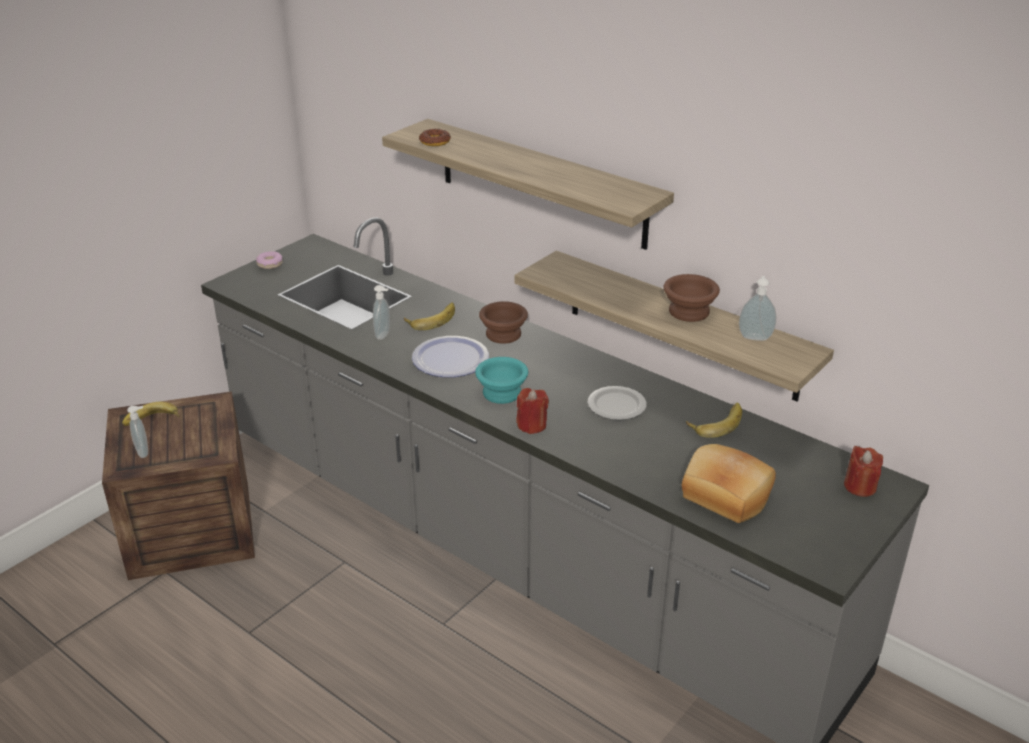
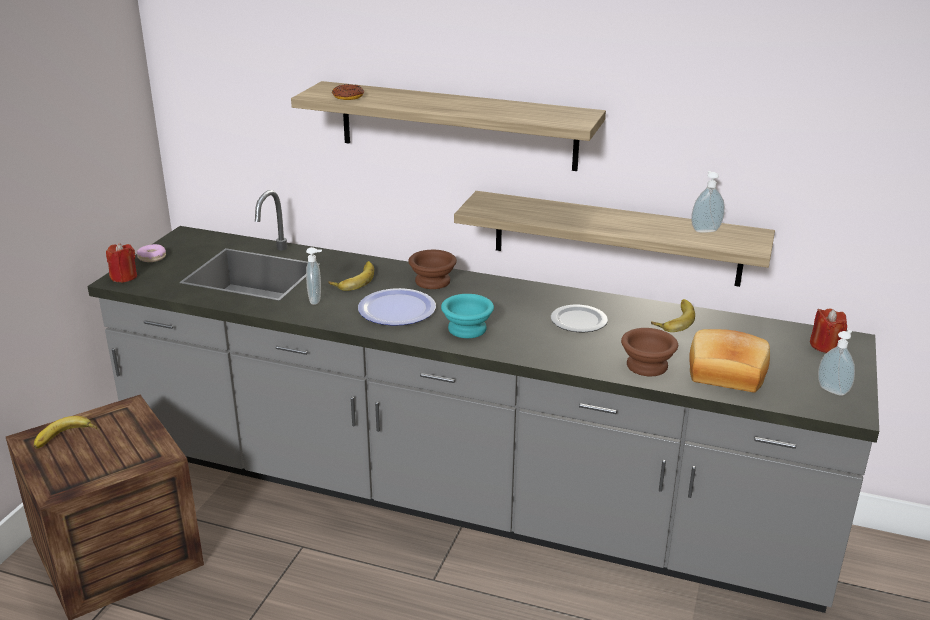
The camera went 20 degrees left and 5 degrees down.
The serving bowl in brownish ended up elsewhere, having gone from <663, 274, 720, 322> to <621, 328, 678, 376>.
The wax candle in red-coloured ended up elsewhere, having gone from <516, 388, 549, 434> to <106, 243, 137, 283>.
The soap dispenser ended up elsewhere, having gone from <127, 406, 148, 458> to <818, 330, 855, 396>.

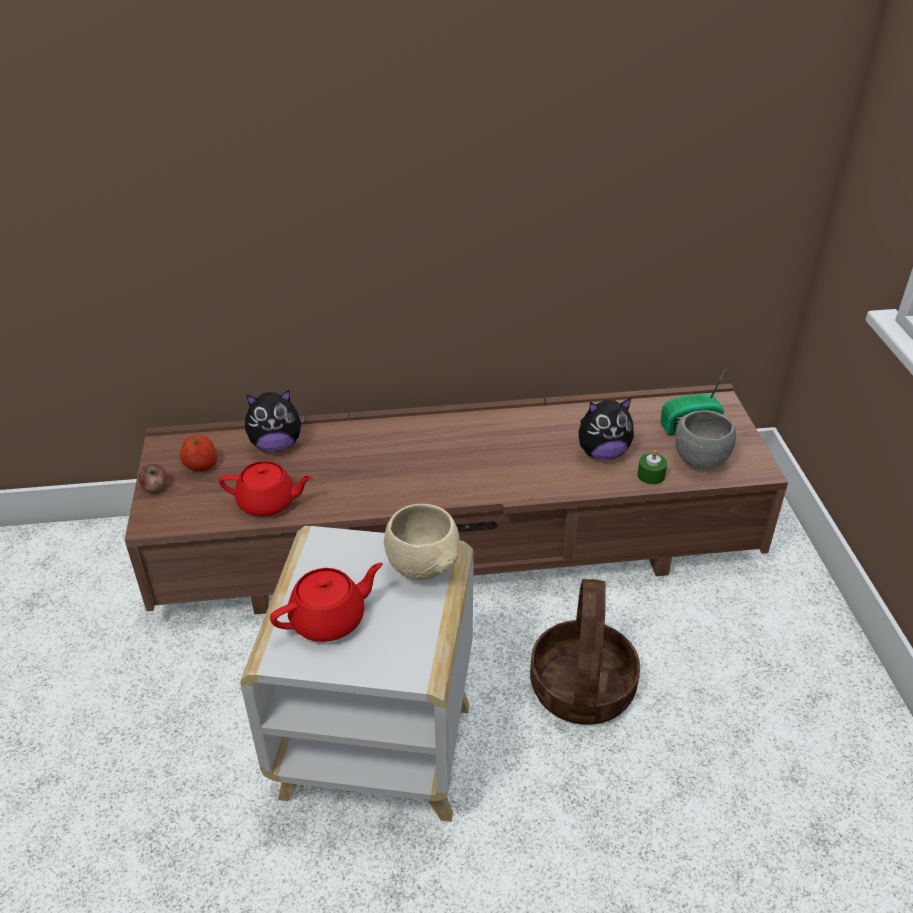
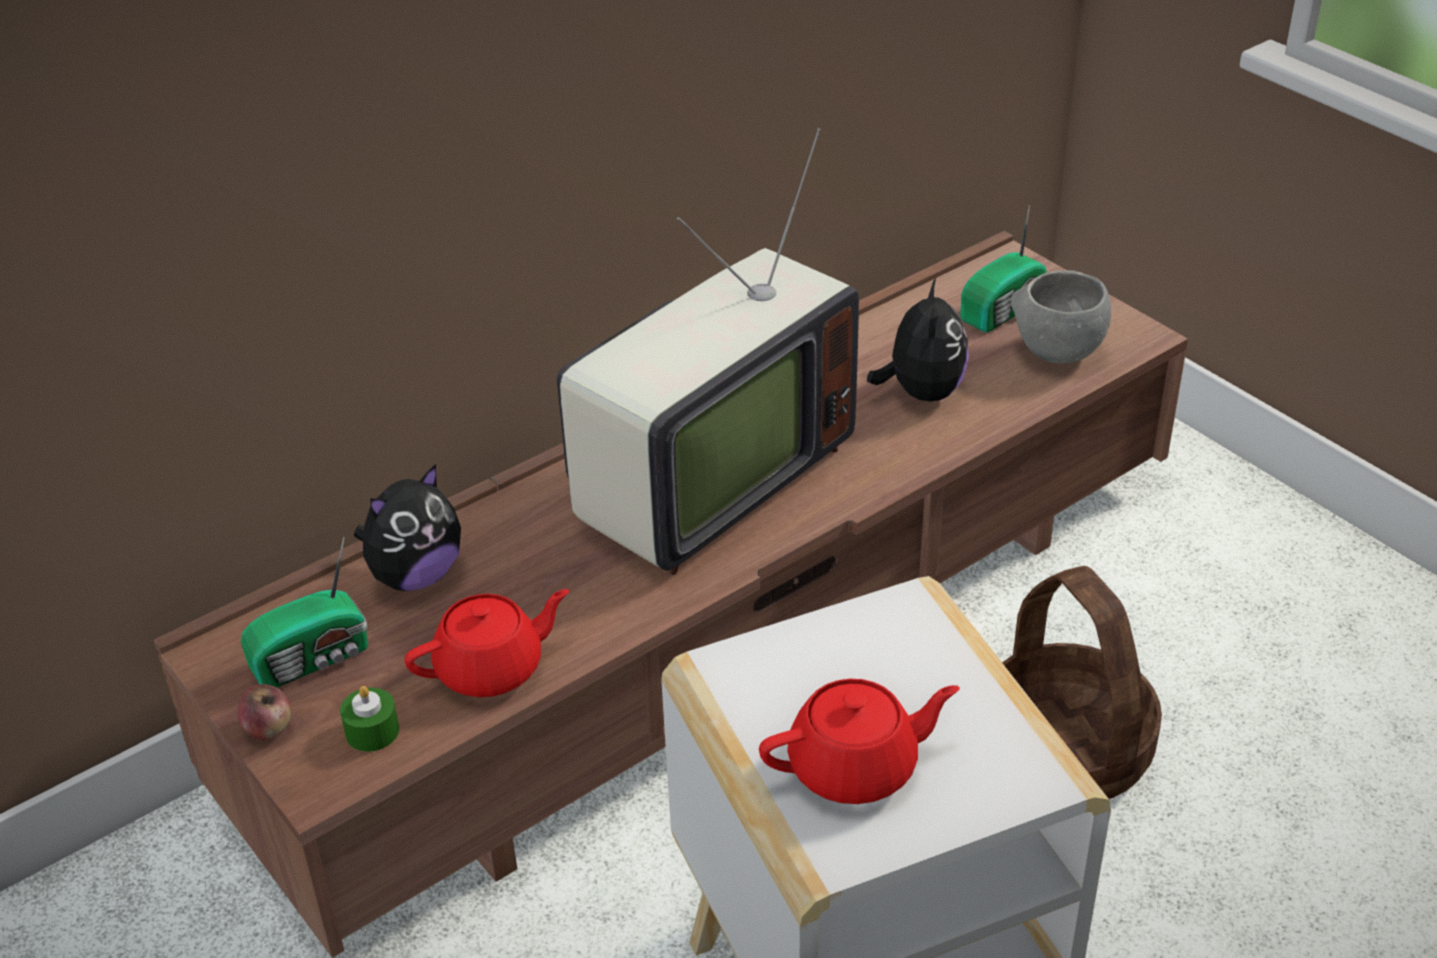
The camera went 30 degrees left and 0 degrees up.
The soft toy at <579, 398, 634, 460> ended up facing another way, 45 degrees counterclockwise from before.
Where the apple fruit stood at <180, 435, 217, 472>, the radio set came to stand at <241, 537, 368, 687>.
The wax candle in greenish ended up elsewhere, having gone from <637, 450, 667, 485> to <340, 686, 399, 752>.
The second view lost the serving bowl in sand-coloured at <384, 504, 460, 580>.
The teapot in red-coloured at <270, 563, 383, 642> ended up facing another way, 45 degrees clockwise from before.
The second view gained the TV set at <557, 128, 859, 575>.

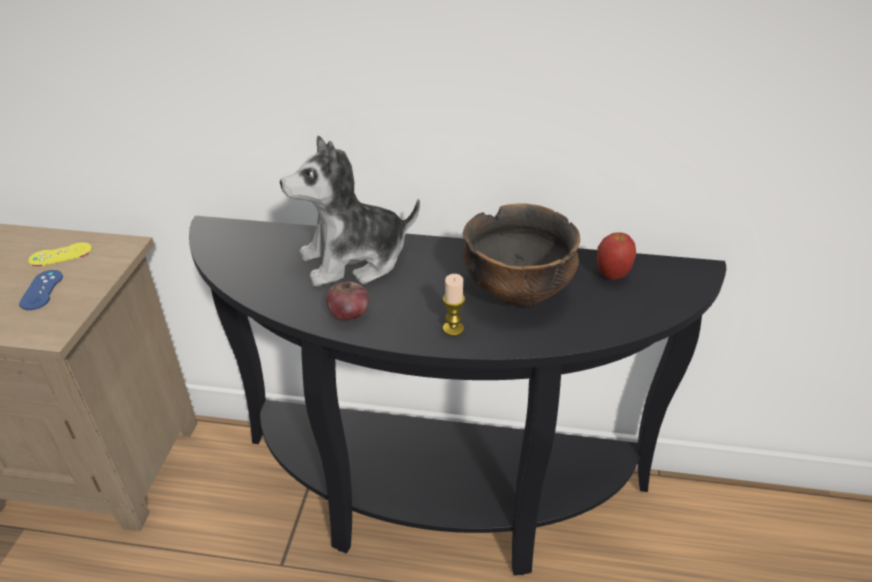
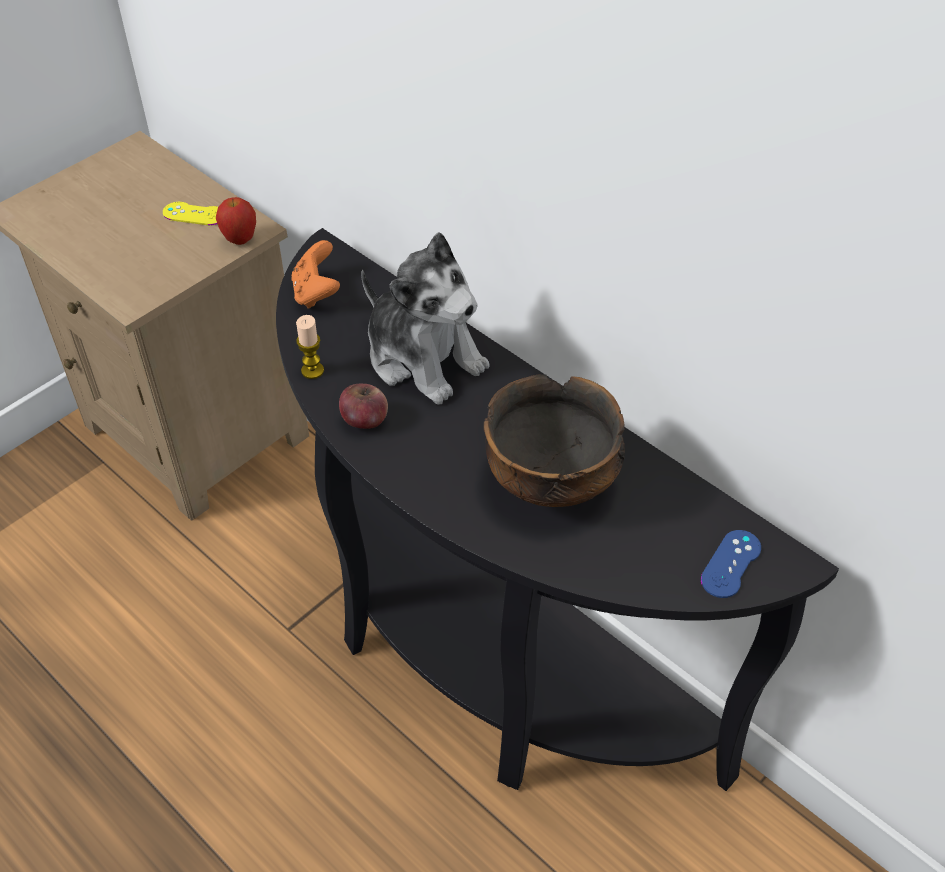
The camera went 35 degrees right and 10 degrees up.
The soft toy at <280, 135, 420, 287> ended up facing another way, 150 degrees counterclockwise from before.
The apple fruit ended up elsewhere, having gone from <597, 233, 636, 280> to <216, 197, 256, 245>.
The game controller in blue ended up elsewhere, having gone from <19, 270, 63, 310> to <701, 530, 761, 598>.
The wax candle ended up elsewhere, having gone from <443, 274, 465, 336> to <296, 315, 324, 379>.
The second view gained the game controller in orangey at <292, 240, 340, 309>.

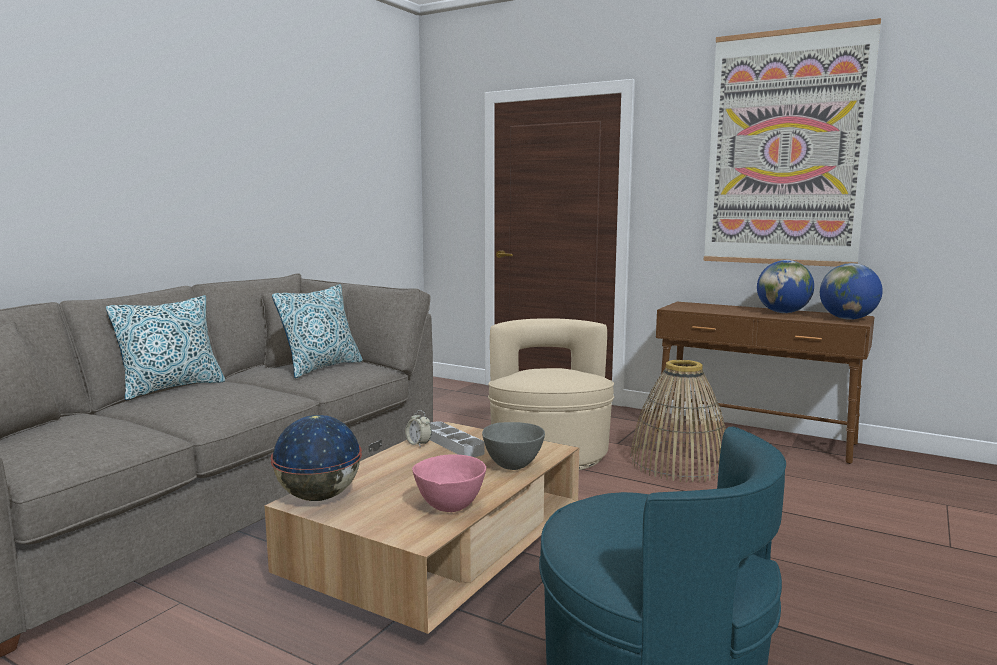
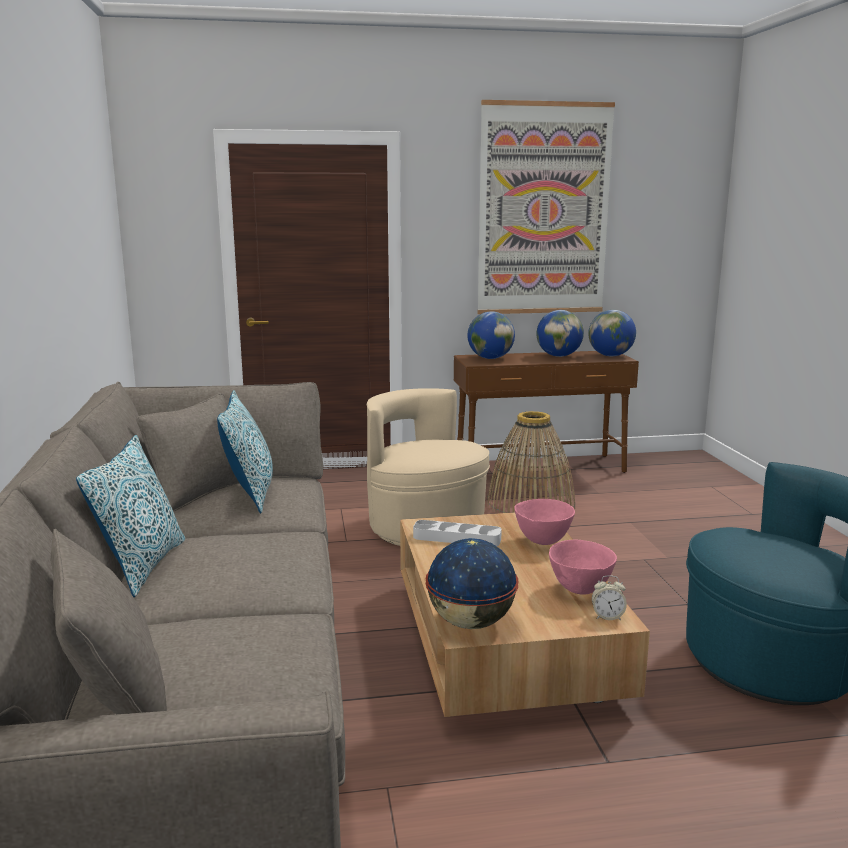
The camera went 40 degrees left and 5 degrees up.
The table clock ended up elsewhere, having gone from <405, 410, 432, 448> to <592, 575, 627, 620>.
What was the serving bowl in greyish at <482, 422, 545, 470> turned into the serving bowl in pinkish at <514, 499, 575, 545>.
The second view gained the globe at <468, 311, 515, 359>.

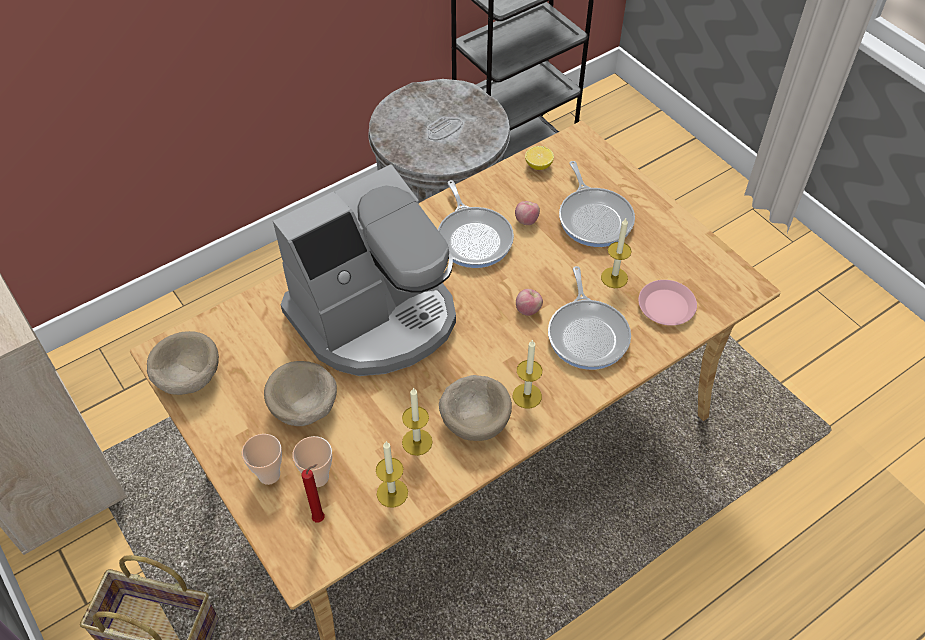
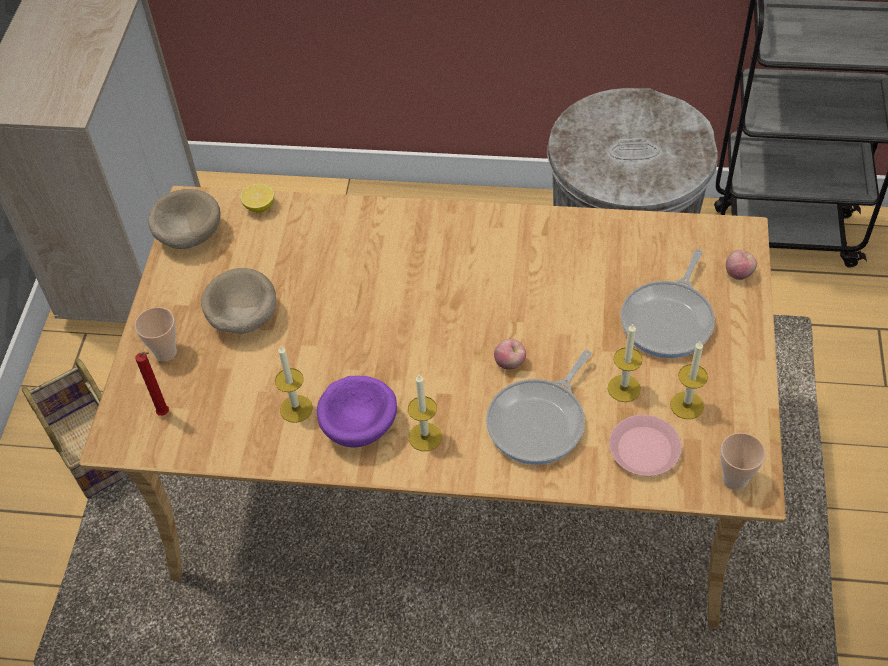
The camera went 45 degrees right and 0 degrees up.
The whole lemon ended up elsewhere, having gone from <525, 146, 554, 170> to <240, 183, 274, 213>.
The second view lost the coffee machine at <273, 164, 456, 376>.
The second view lost the frying pan at <438, 180, 514, 268>.
The apple fruit ended up elsewhere, having gone from <515, 201, 540, 225> to <726, 250, 757, 280>.
What was the serving bowl in sand-coloured at <439, 375, 512, 441> turned into the serving bowl in purple-coloured at <317, 376, 397, 448>.
The small cup ended up elsewhere, having gone from <292, 436, 332, 487> to <720, 433, 766, 490>.
The wax candle ended up elsewhere, having gone from <376, 442, 408, 508> to <670, 340, 708, 419>.

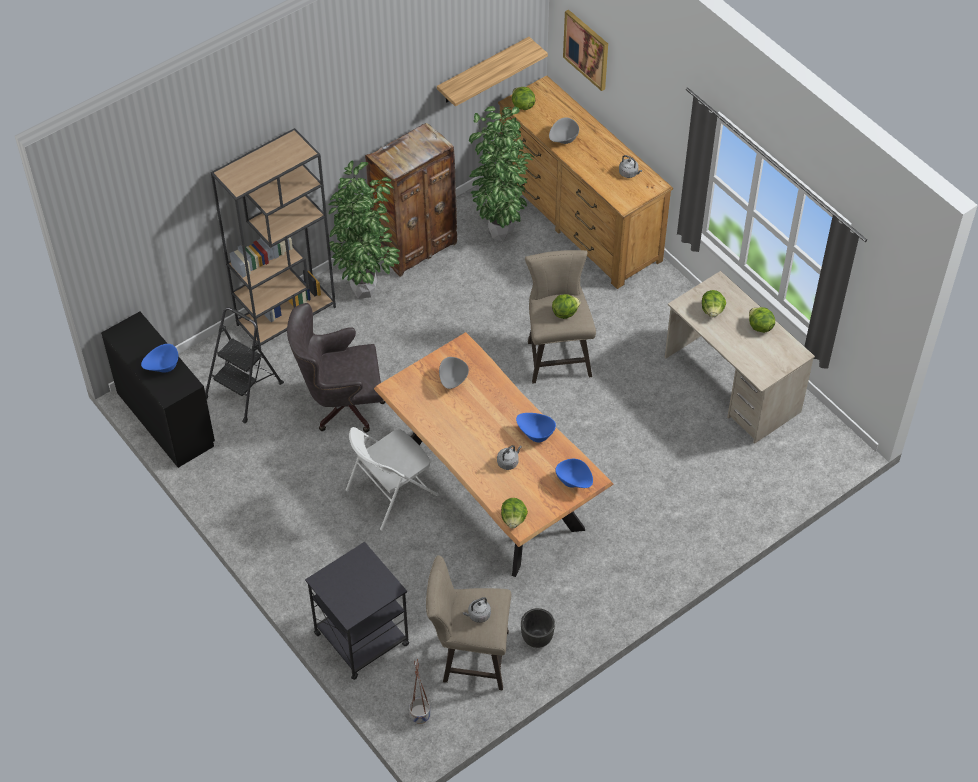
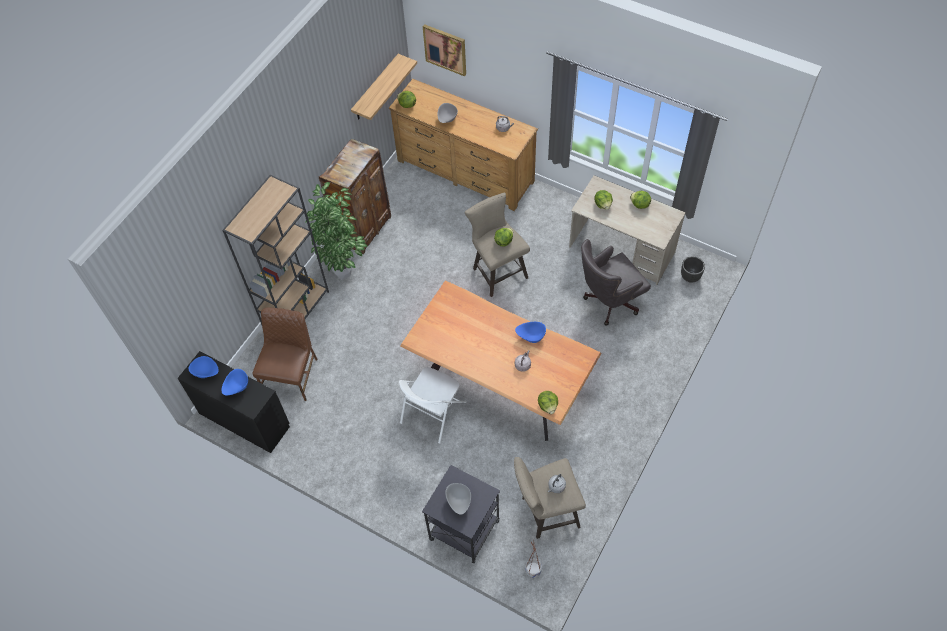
The camera went 20 degrees left and 5 degrees up.
The second view lost the potted plant at <469, 106, 534, 242>.
The desk chair in greyish ended up elsewhere, having gone from <287, 303, 385, 433> to <581, 239, 651, 325>.
Where the stepladder in black stood at <205, 307, 284, 423>, the chair in brownish came to stand at <253, 308, 317, 401>.
The serving bowl in greyish ended up elsewhere, having gone from <439, 357, 469, 389> to <445, 483, 471, 515>.
The serving bowl in blue ended up elsewhere, having gone from <555, 459, 593, 488> to <188, 356, 219, 378>.
The flower pot in black ended up elsewhere, having gone from <521, 608, 555, 648> to <681, 256, 705, 283>.

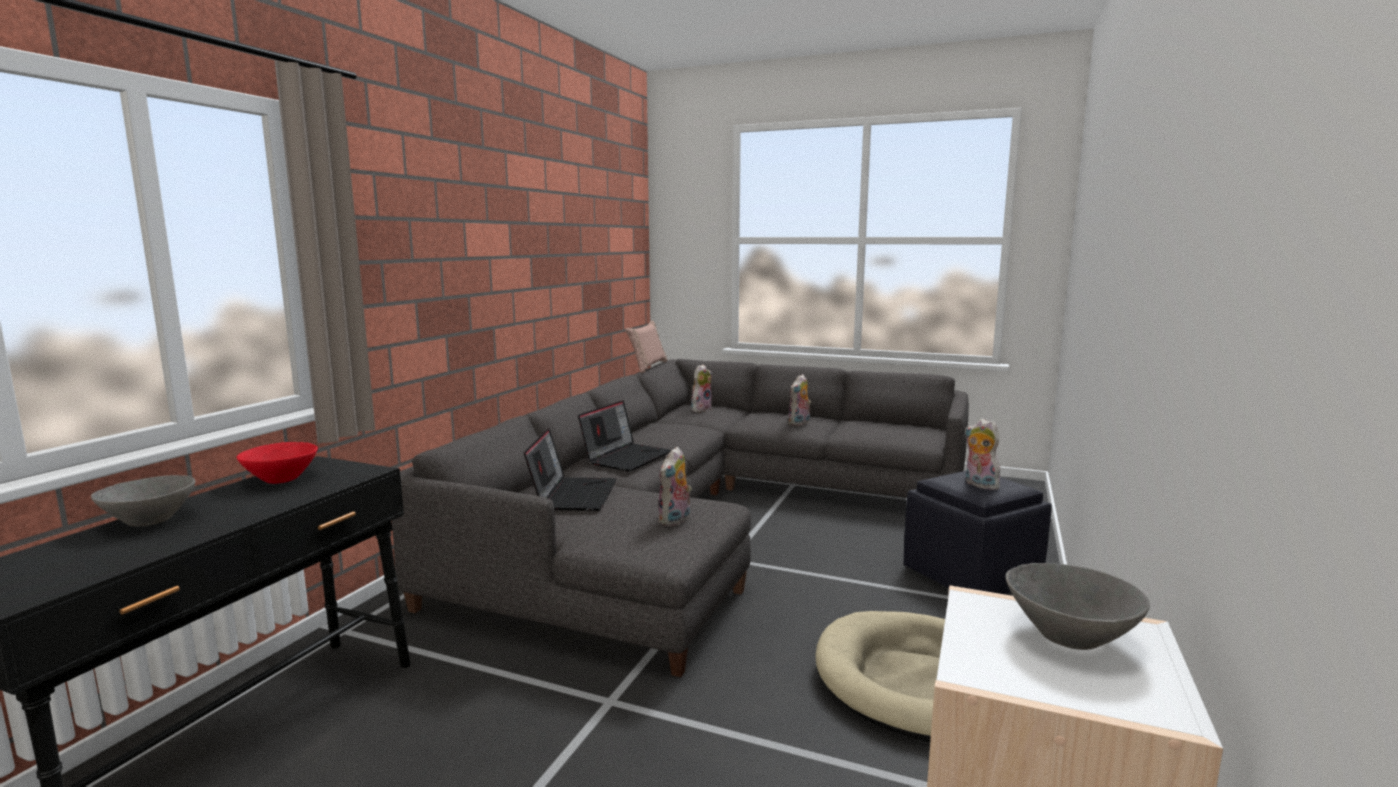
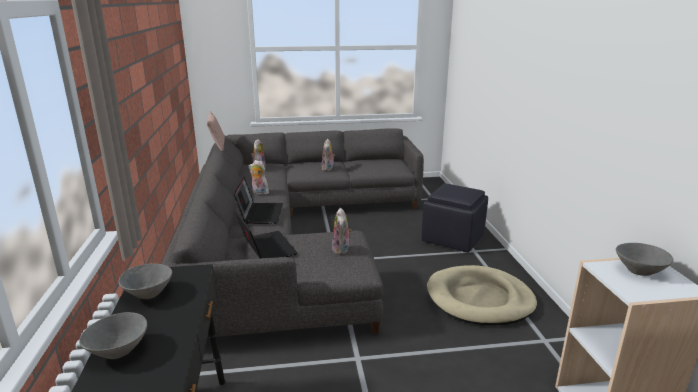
The camera went 30 degrees left and 10 degrees up.
The soft toy ended up elsewhere, having gone from <964, 419, 1003, 490> to <249, 160, 269, 195>.
What was the serving bowl in red-coloured at <237, 442, 318, 484> turned into the serving bowl in greyish at <119, 263, 172, 299>.

